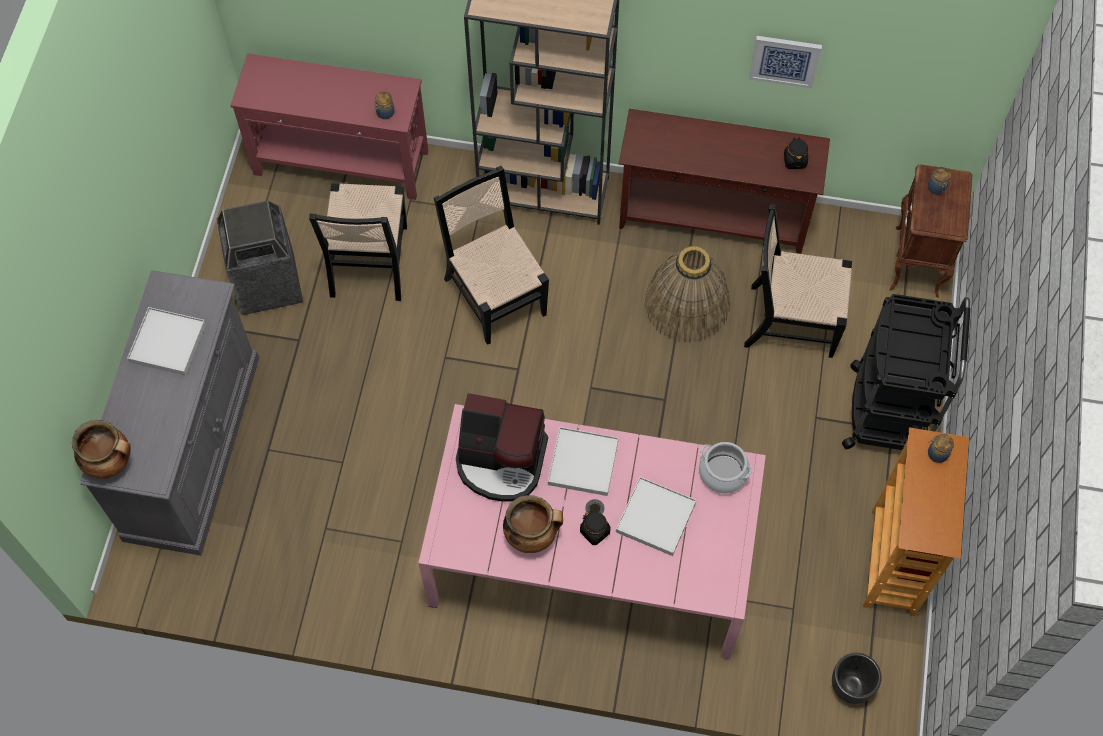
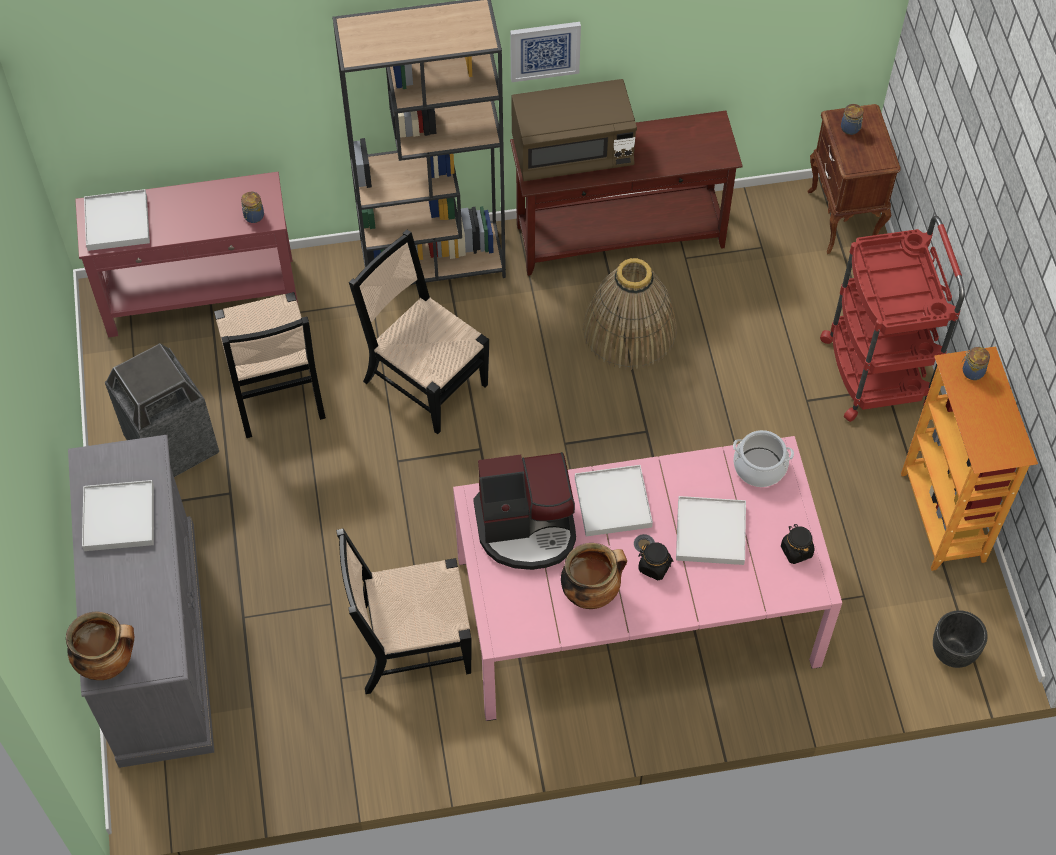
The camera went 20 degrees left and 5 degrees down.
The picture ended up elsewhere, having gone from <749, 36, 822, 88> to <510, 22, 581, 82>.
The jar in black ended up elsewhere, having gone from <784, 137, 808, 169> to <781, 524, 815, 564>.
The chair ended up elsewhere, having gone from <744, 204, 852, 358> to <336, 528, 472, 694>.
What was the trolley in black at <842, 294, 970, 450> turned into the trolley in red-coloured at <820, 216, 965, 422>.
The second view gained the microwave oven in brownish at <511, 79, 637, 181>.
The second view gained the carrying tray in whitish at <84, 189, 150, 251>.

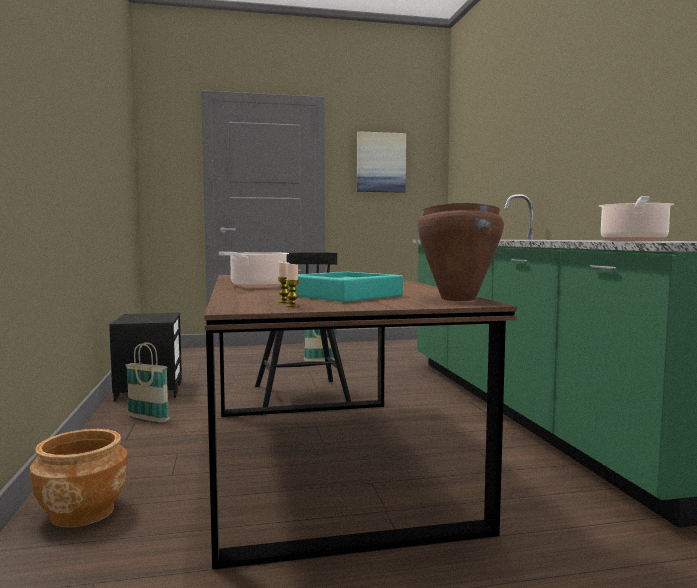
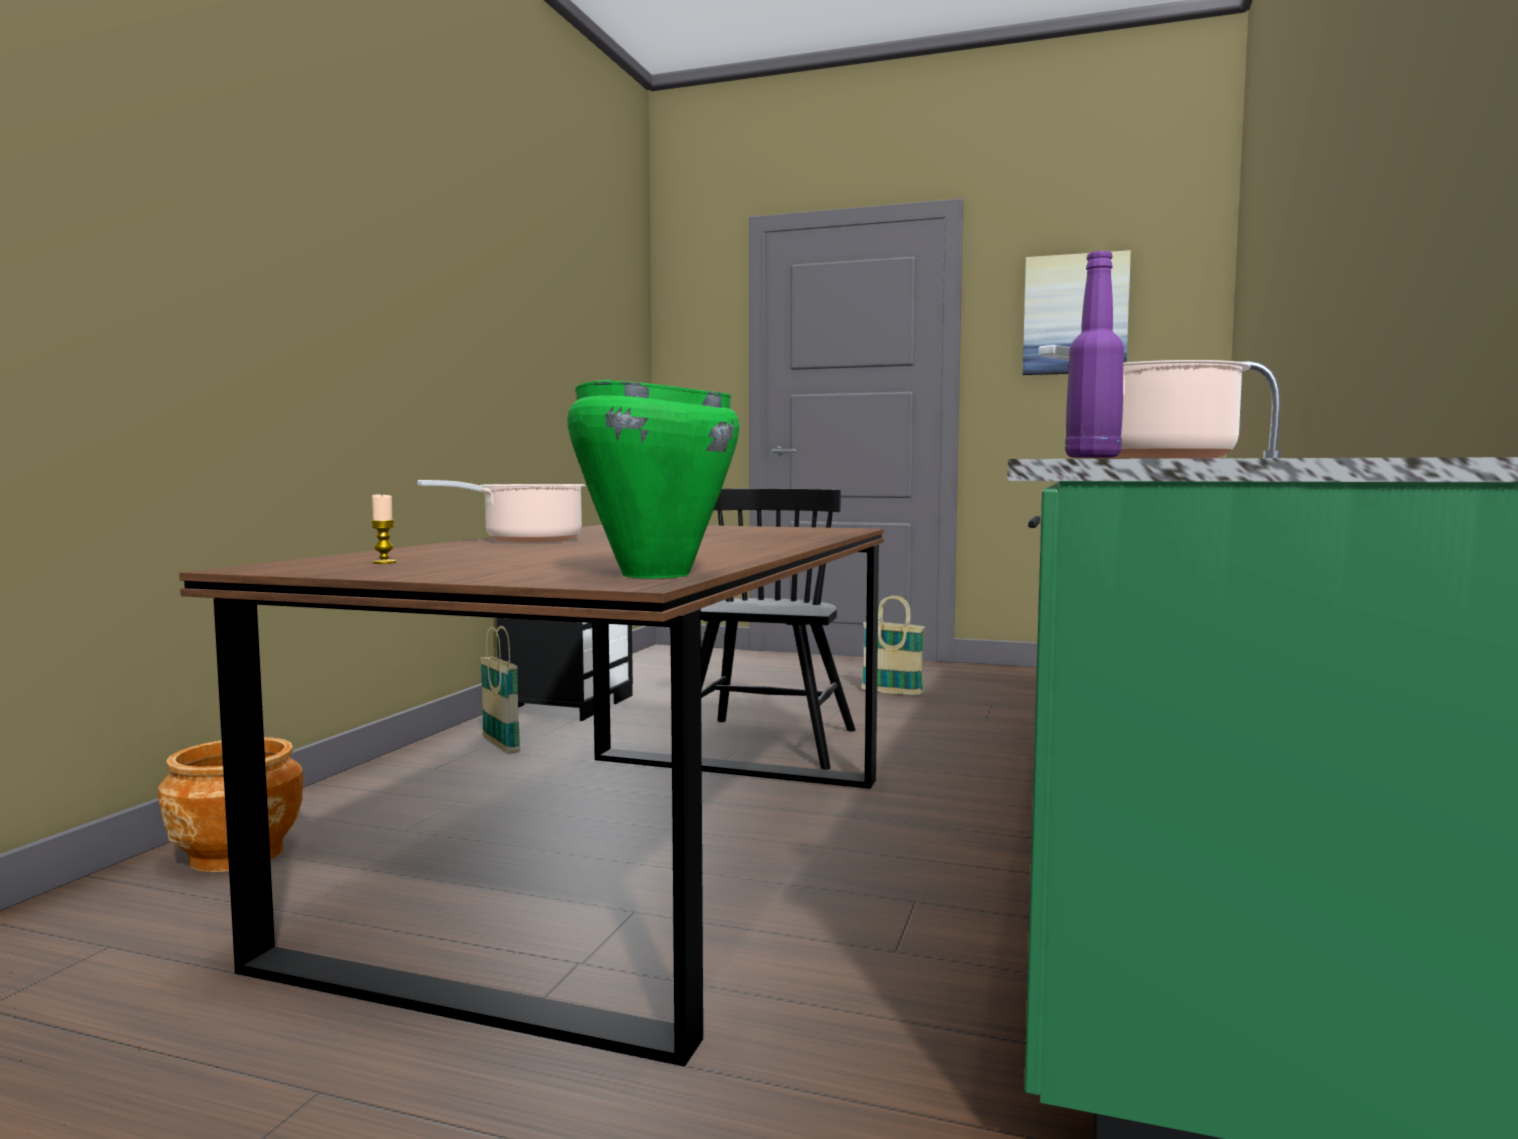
The camera went 30 degrees right and 0 degrees up.
What was the stockpot in brownish at <417, 202, 504, 301> turned into the stockpot in greenish at <568, 380, 740, 578>.
The second view lost the wax candle at <285, 263, 300, 307>.
The second view lost the carrying tray in blue-green at <288, 272, 403, 302>.
The second view gained the beverage bottle in purple-coloured at <1065, 251, 1124, 458>.

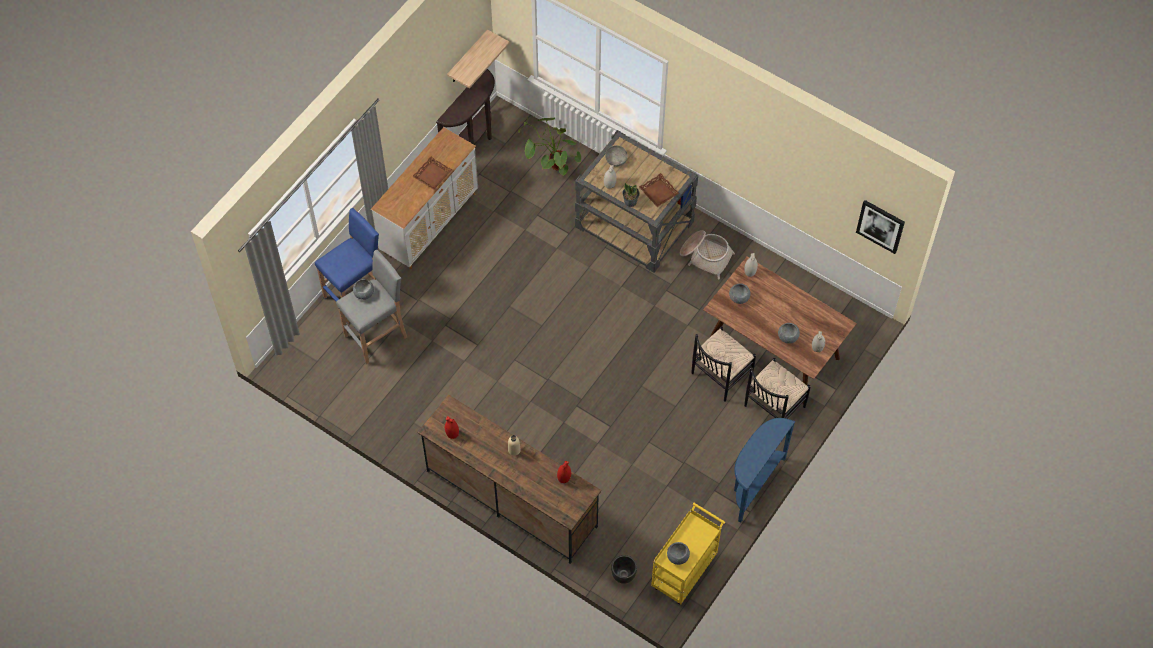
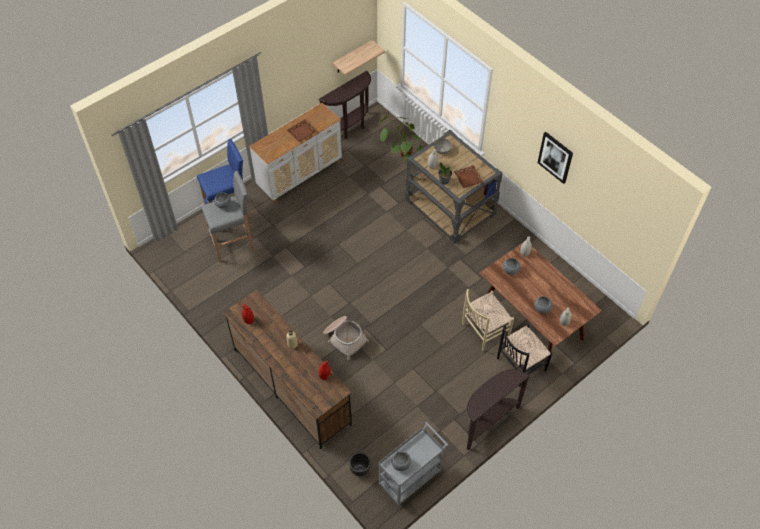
The camera went 15 degrees right and 5 degrees down.
The picture ended up elsewhere, having gone from <856, 200, 905, 254> to <537, 132, 573, 184>.
The basket ended up elsewhere, having gone from <680, 230, 735, 279> to <323, 316, 369, 360>.
What was the chair in black at <691, 326, 756, 402> turned into the chair in sand-coloured at <462, 289, 514, 352>.
What was the narrow table in blue at <734, 418, 796, 523> turned into the narrow table in brownish at <467, 369, 530, 450>.
What was the trolley in yellow at <651, 502, 726, 605> turned into the trolley in greyish at <379, 422, 448, 506>.

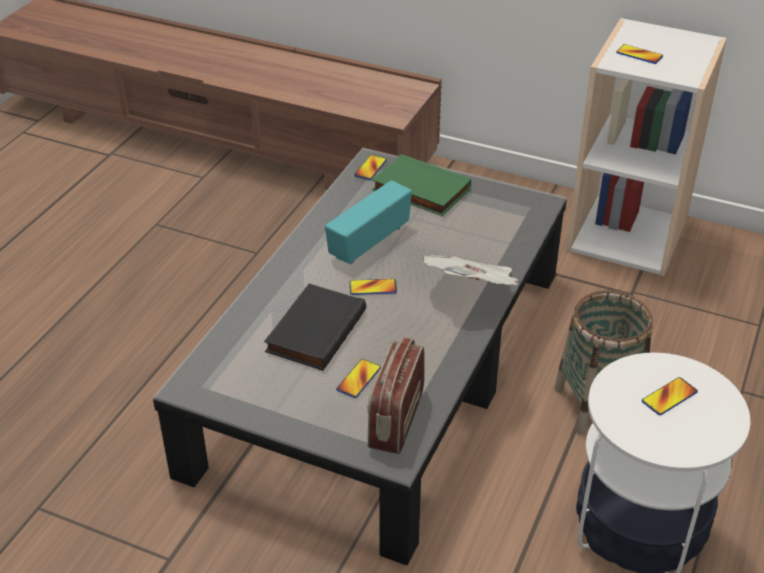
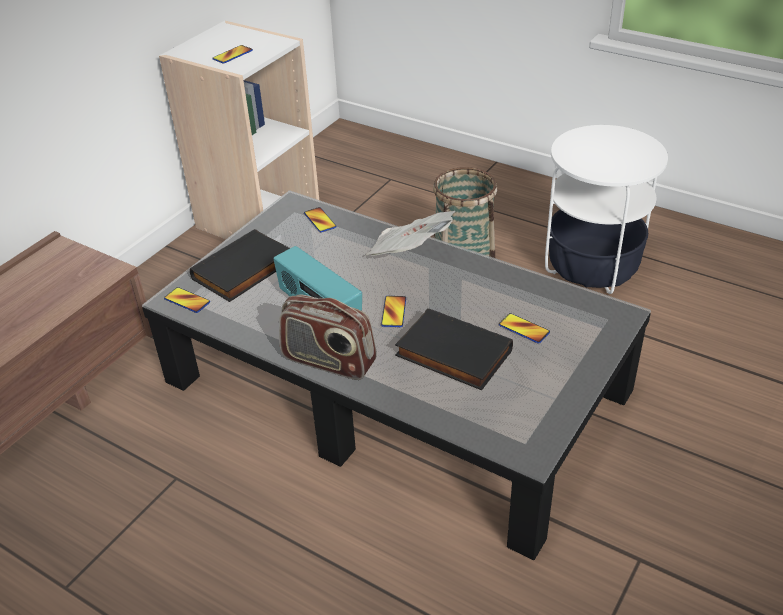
The camera went 80 degrees left and 0 degrees up.
What was the book in greenish at <372, 154, 471, 216> turned into the book in black at <190, 229, 290, 302>.
The radio set ended up elsewhere, having gone from <367, 338, 425, 454> to <279, 294, 377, 380>.
The phone ended up elsewhere, having gone from <642, 377, 698, 415> to <304, 207, 337, 232>.

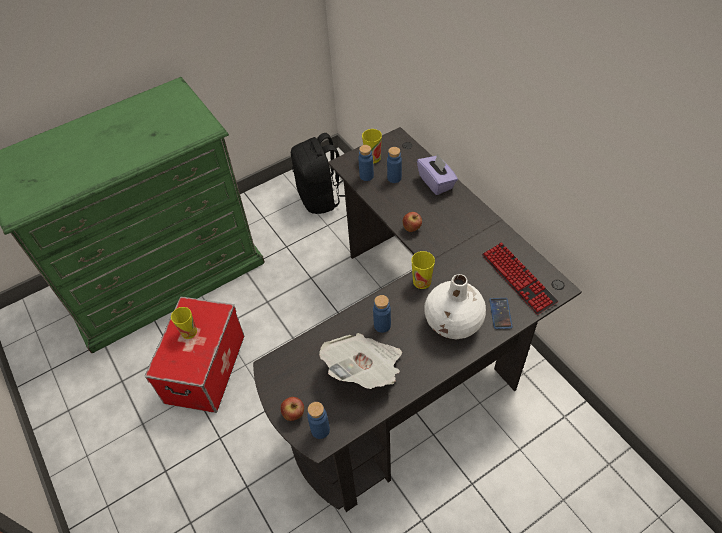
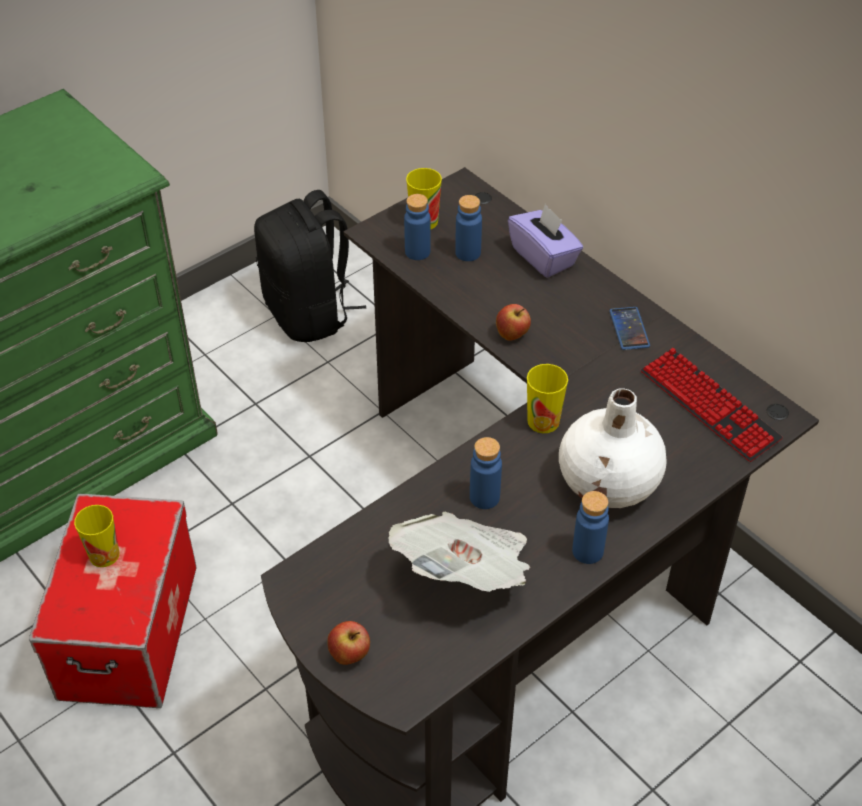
The camera went 10 degrees left and 5 degrees down.
The phone ended up elsewhere, having gone from <489, 298, 513, 329> to <609, 307, 650, 350>.
The beverage bottle in blue ended up elsewhere, having gone from <307, 402, 330, 439> to <572, 491, 609, 564>.

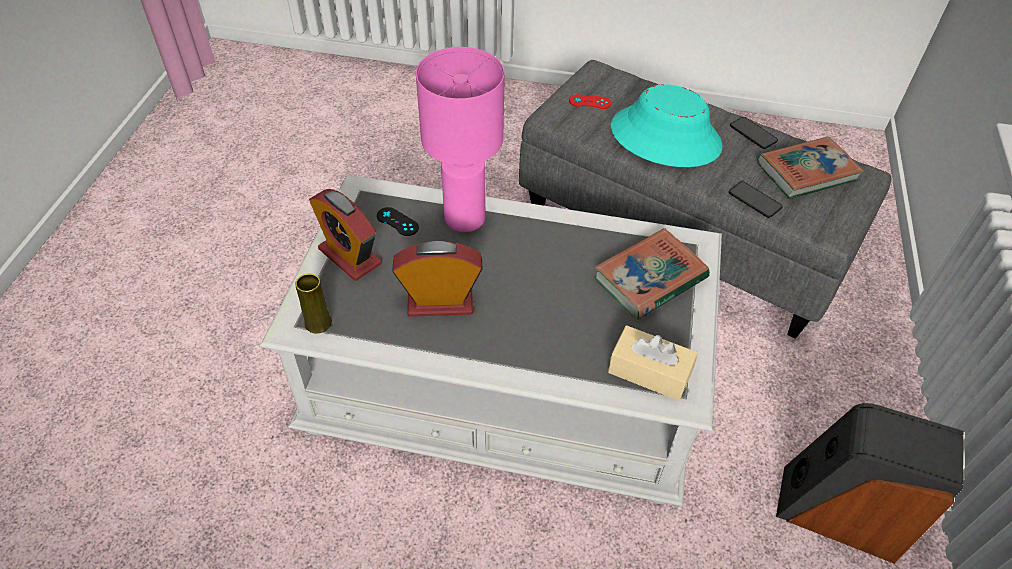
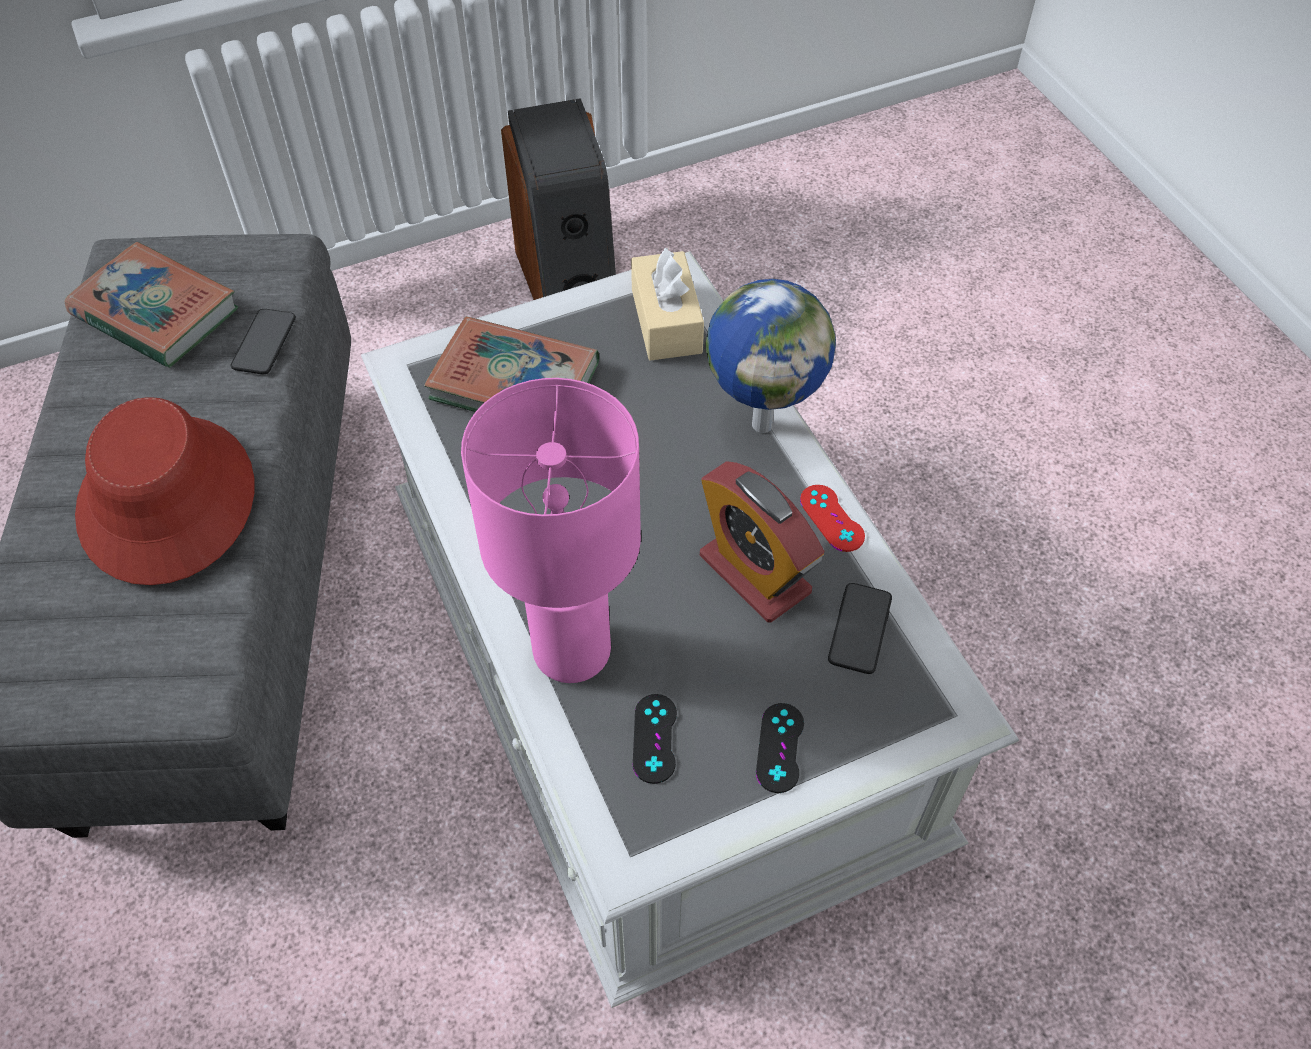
The camera went 125 degrees left and 5 degrees up.
What was the hat in blue-green at <611, 84, 723, 167> turned into the hat in red-coloured at <75, 397, 254, 585>.
The game controller in red-coloured ended up elsewhere, having gone from <569, 94, 611, 109> to <800, 485, 865, 552>.
The phone ended up elsewhere, having gone from <730, 117, 778, 149> to <828, 583, 892, 674>.
Where the table clock stood at <309, 189, 382, 281>, the game controller in black came to stand at <756, 703, 804, 793>.
The second view lost the decorative vase in yellow at <295, 273, 332, 334>.
The second view gained the globe at <706, 279, 836, 433>.

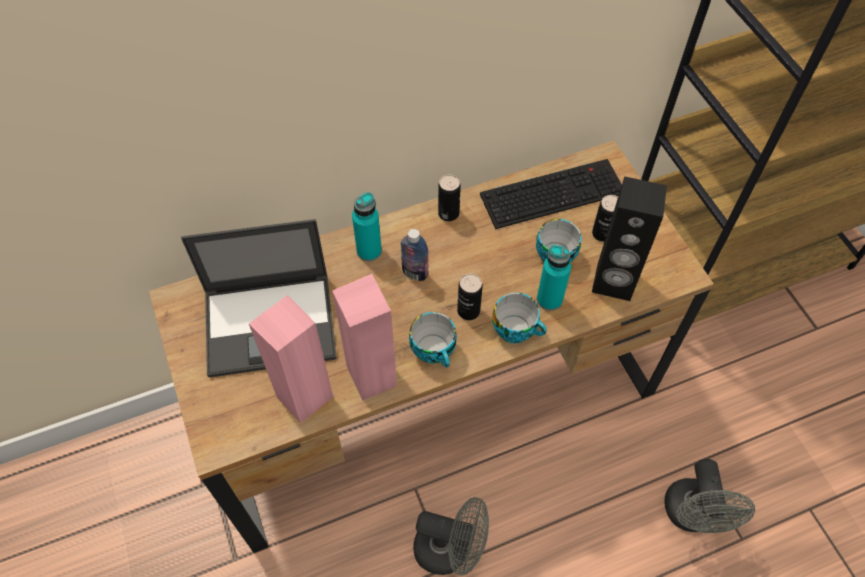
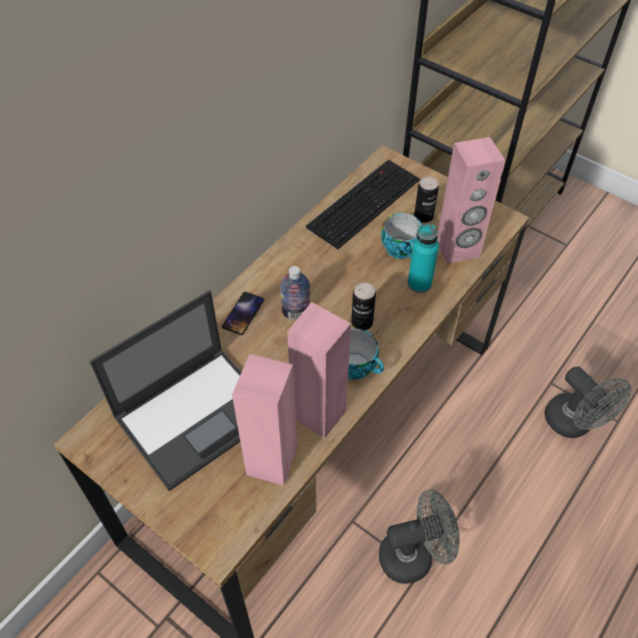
The camera went 30 degrees left and 5 degrees down.
The second view lost the can at <438, 174, 461, 221>.
What was the audio speaker in black at <592, 176, 667, 301> turned into the audio speaker in pinkish at <437, 137, 505, 263>.
Where the beverage bottle in blue-green stood at <352, 192, 382, 261>, the phone came to stand at <222, 292, 264, 335>.
The second view lost the small cup at <492, 292, 547, 343>.

